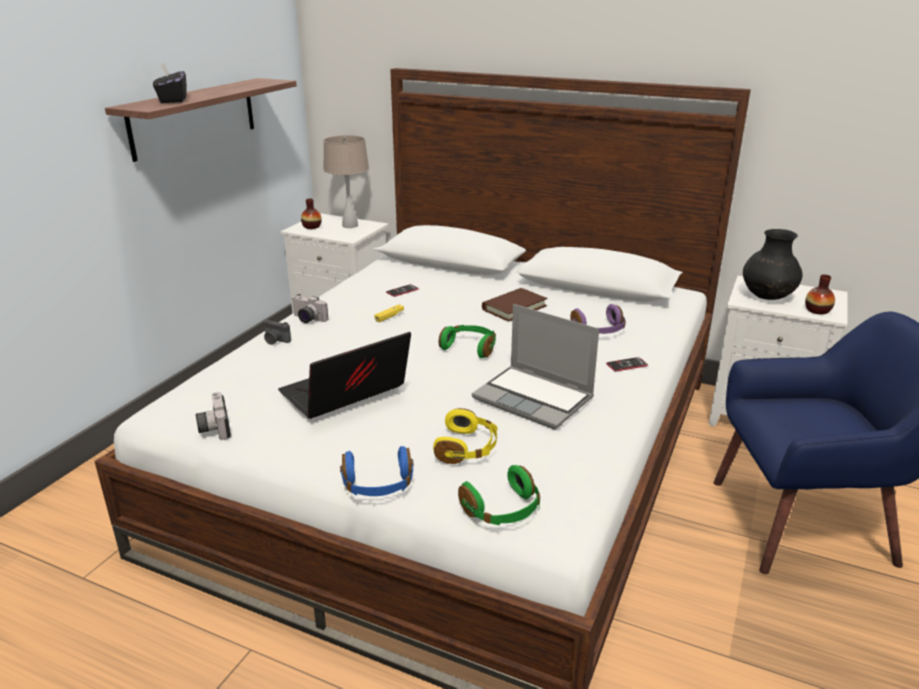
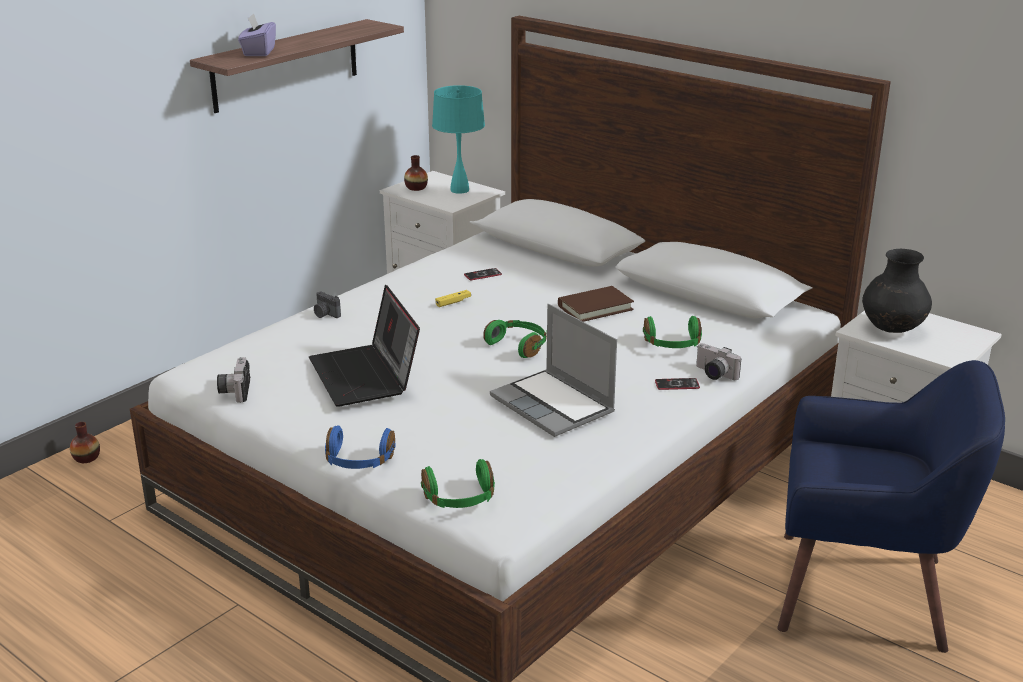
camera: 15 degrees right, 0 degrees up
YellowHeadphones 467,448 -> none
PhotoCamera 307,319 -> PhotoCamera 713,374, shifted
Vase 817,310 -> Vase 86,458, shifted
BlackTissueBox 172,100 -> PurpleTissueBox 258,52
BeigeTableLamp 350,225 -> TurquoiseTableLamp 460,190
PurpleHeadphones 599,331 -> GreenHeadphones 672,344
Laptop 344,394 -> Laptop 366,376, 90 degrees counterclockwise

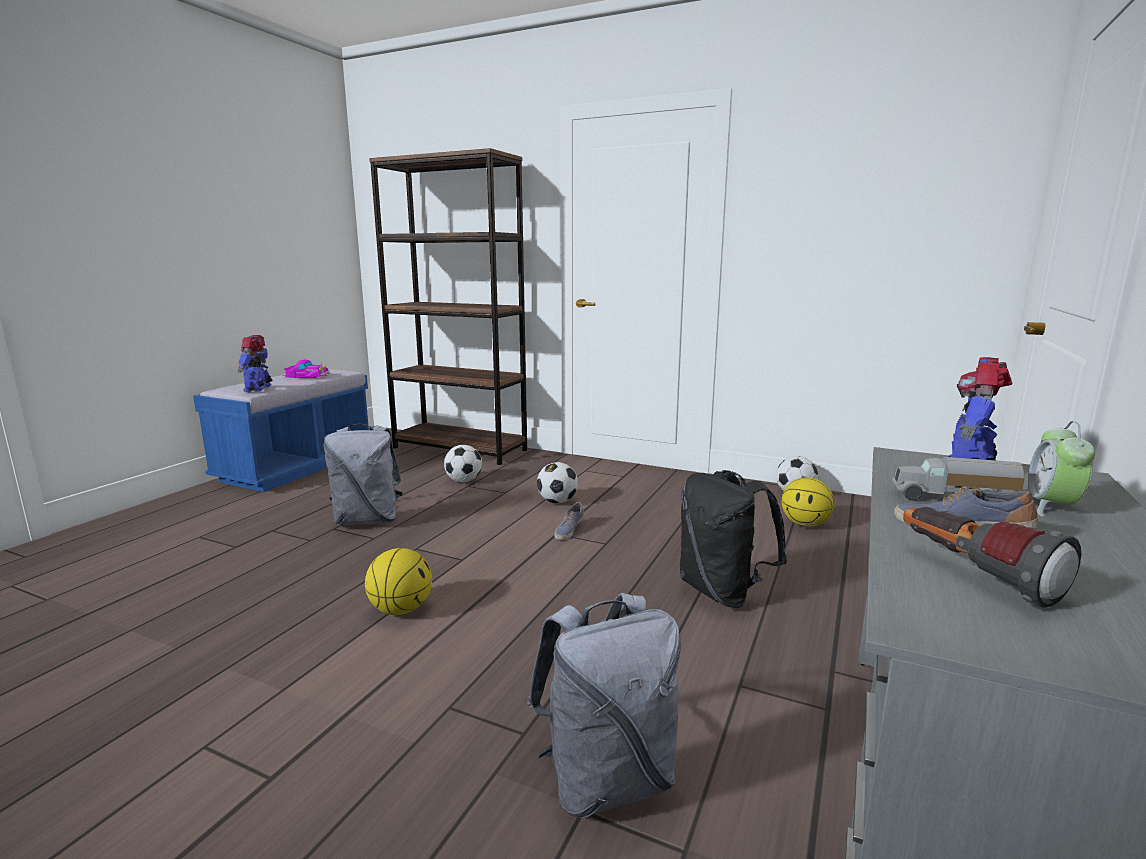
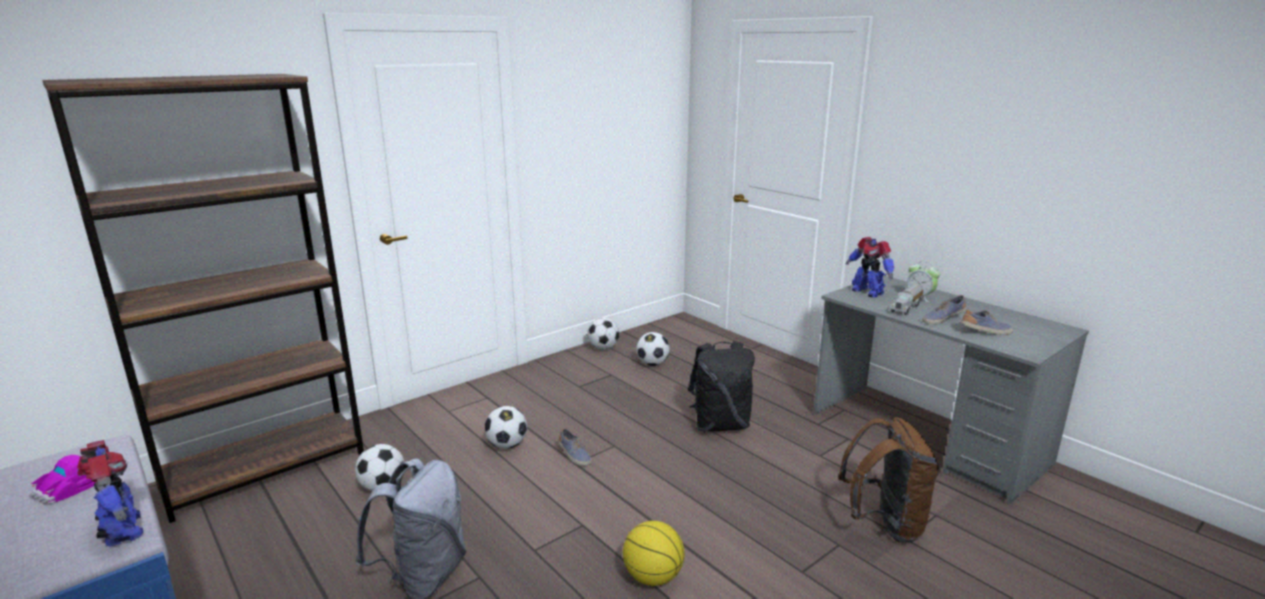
camera: 65 degrees left, 5 degrees up
Basketball 805,524 -> Football 652,364
Flashlight 973,575 -> Shoe 986,332
GreyBackpack 606,779 -> BrownBackpack 884,524
ToyRobot 259,389 -> ToyRobot 121,531, 150 degrees counterclockwise

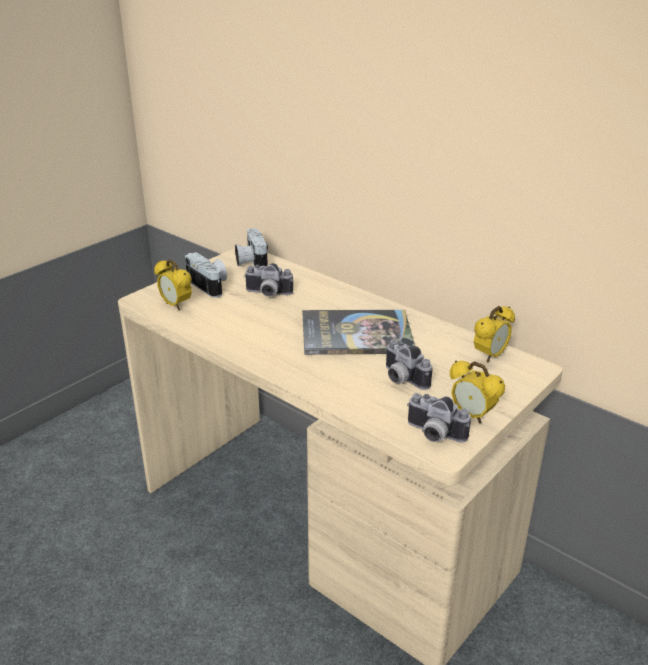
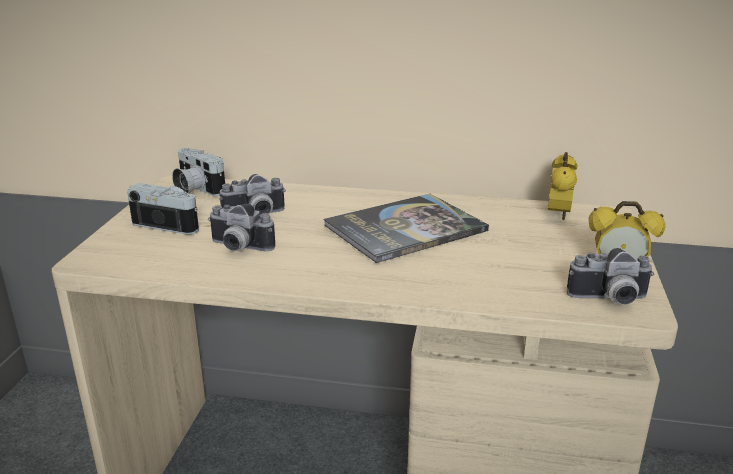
camera: 30 degrees left, 5 degrees down
AlarmClock 176,305 -> none
PhotoCamera 401,379 -> PhotoCamera 238,248, shifted

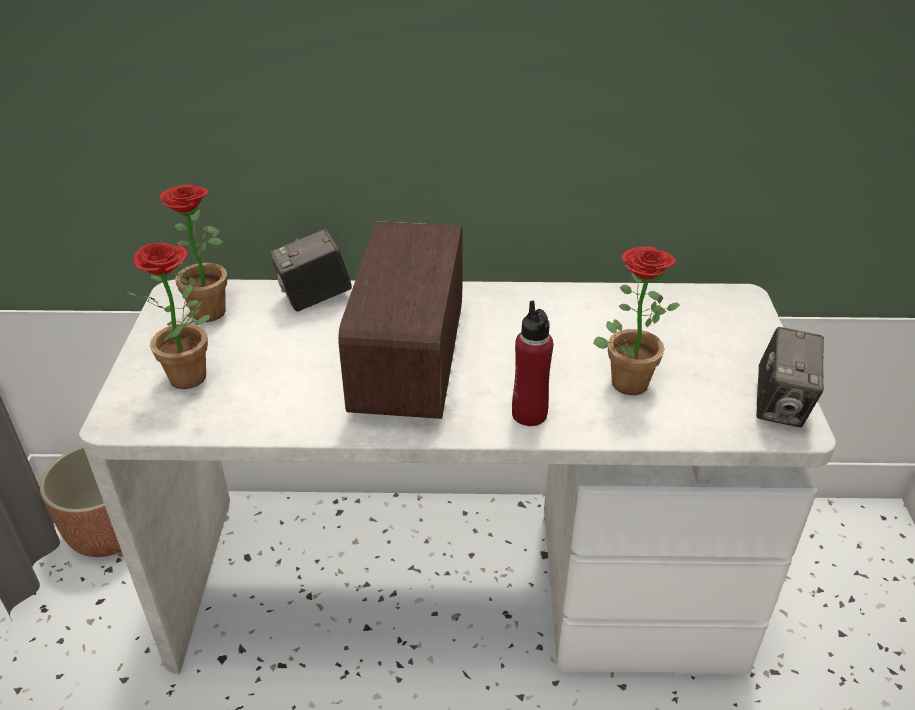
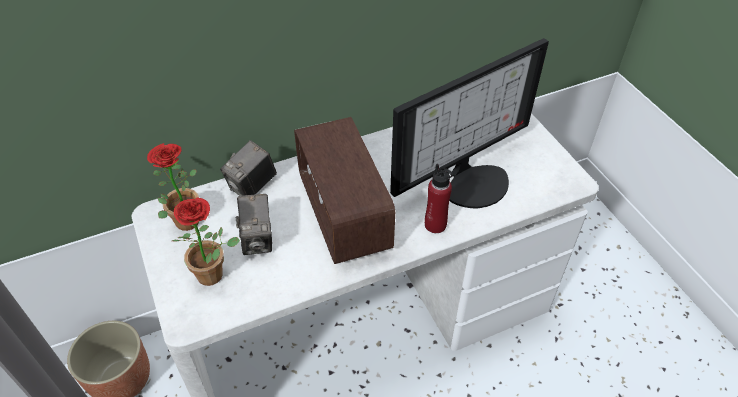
camera: 25 degrees left, 10 degrees up
PhotoCamera 780,406 -> PhotoCamera 258,239, shifted
PottedPlant 626,378 -> Monitor 473,181

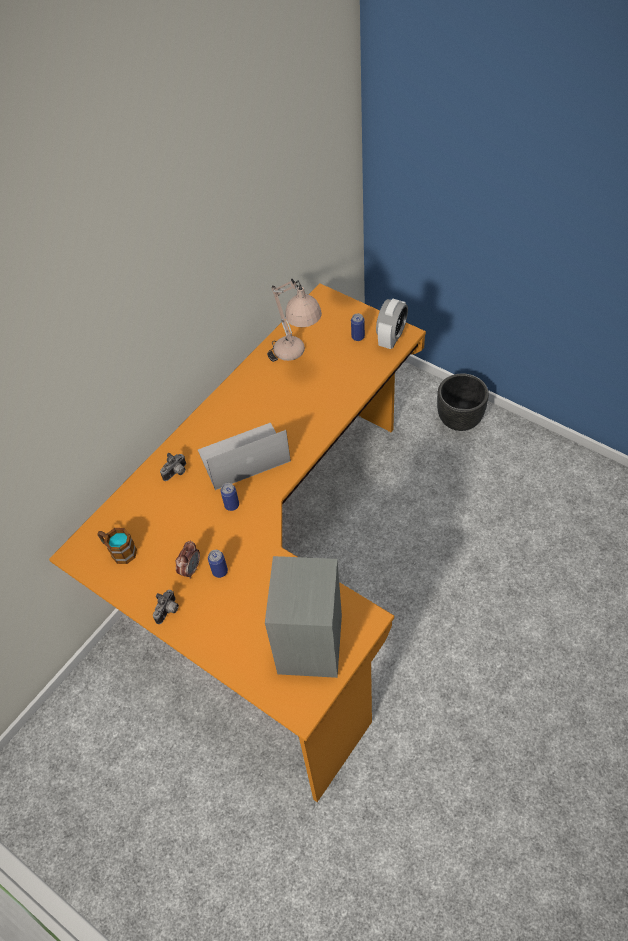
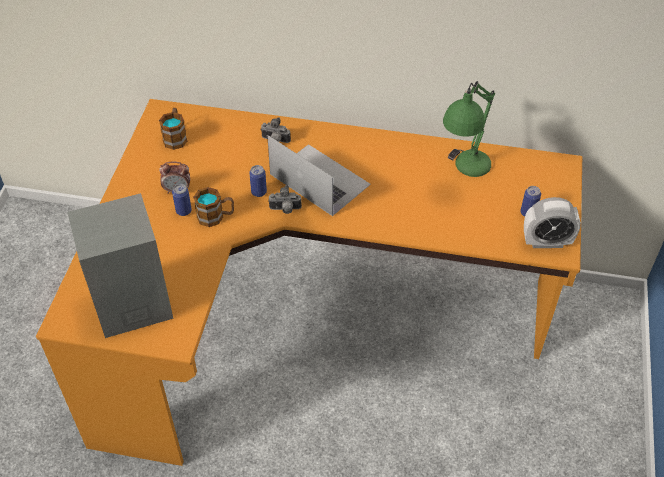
camera: 60 degrees right, 5 degrees down
BlackPlanter 459,421 -> none
none -> Mug 216,217
PhotoCamera 169,611 -> PhotoCamera 285,210, shifted
BeigeTableLamp 297,360 -> GreenTableLamp 462,175

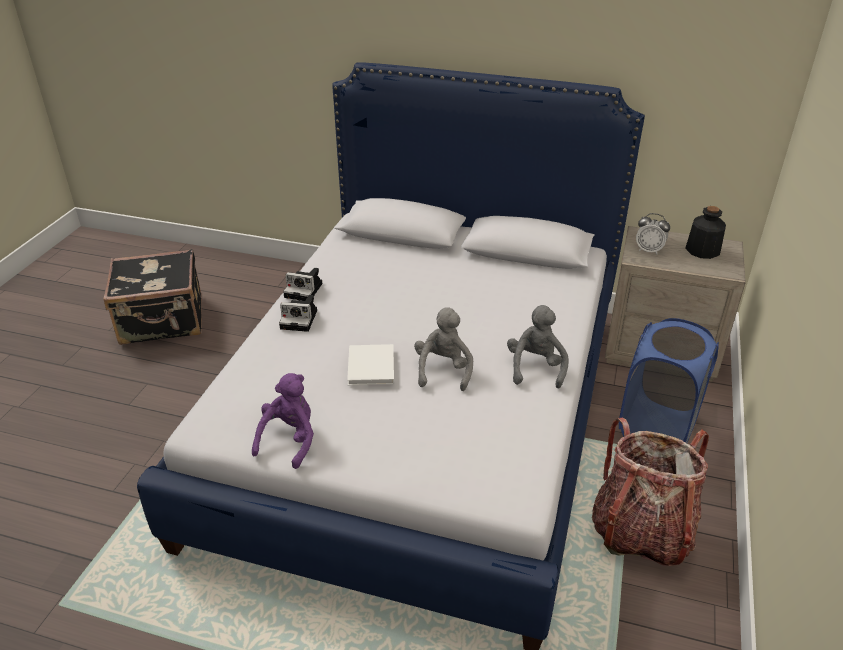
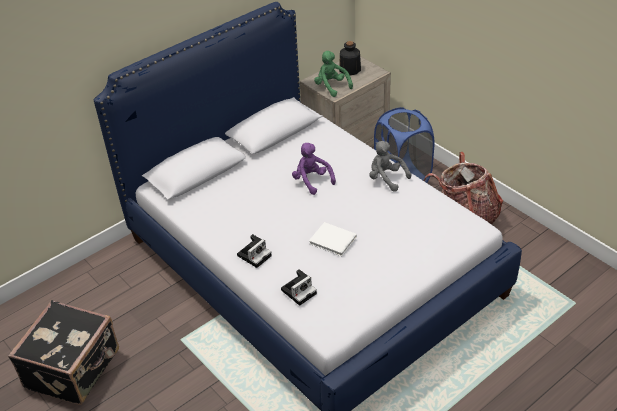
camera: 55 degrees left, 5 degrees up
GreyPlushToy 443,370 -> none
PurplePlushToy 289,440 -> PurplePlushToy 312,181, shifted
PhotoCamera 305,290 -> PhotoCamera 299,291, shifted
AlarmClock 649,250 -> GreenPlushToy 331,86

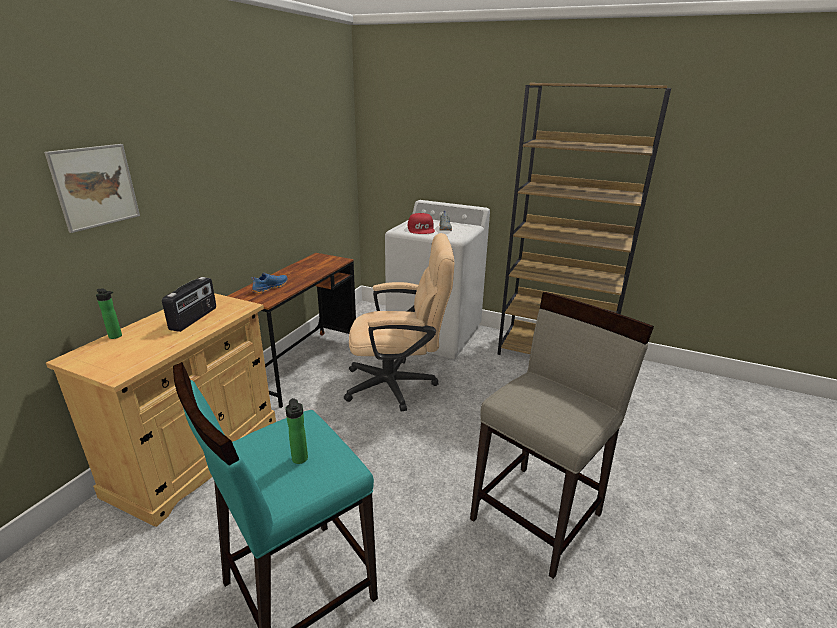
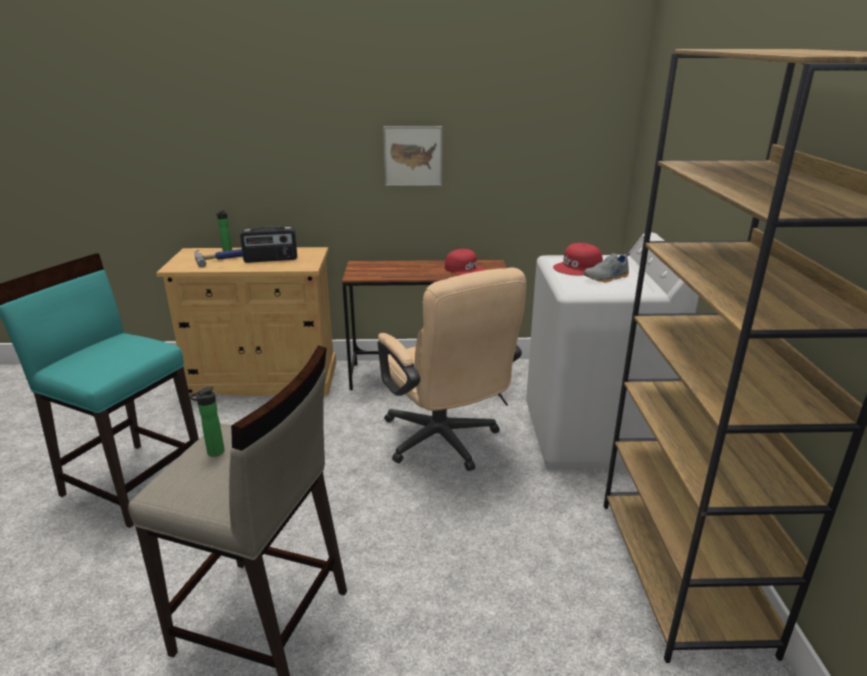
camera: 65 degrees right, 0 degrees up
BlueShoe 270,288 -> none
none -> Hammer 221,258
none -> RedCap 465,269
Picture 95,186 -> Picture 413,156, shifted
Bottle 300,460 -> Bottle 213,453, shifted

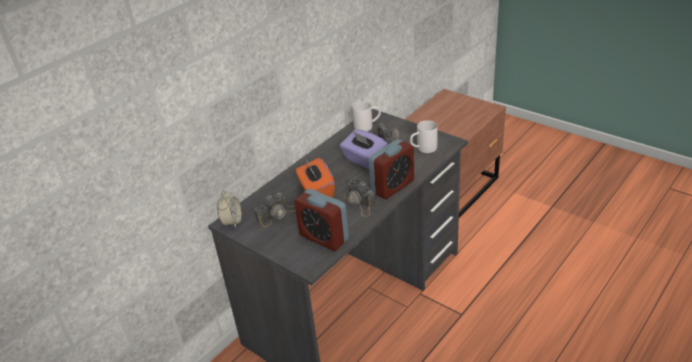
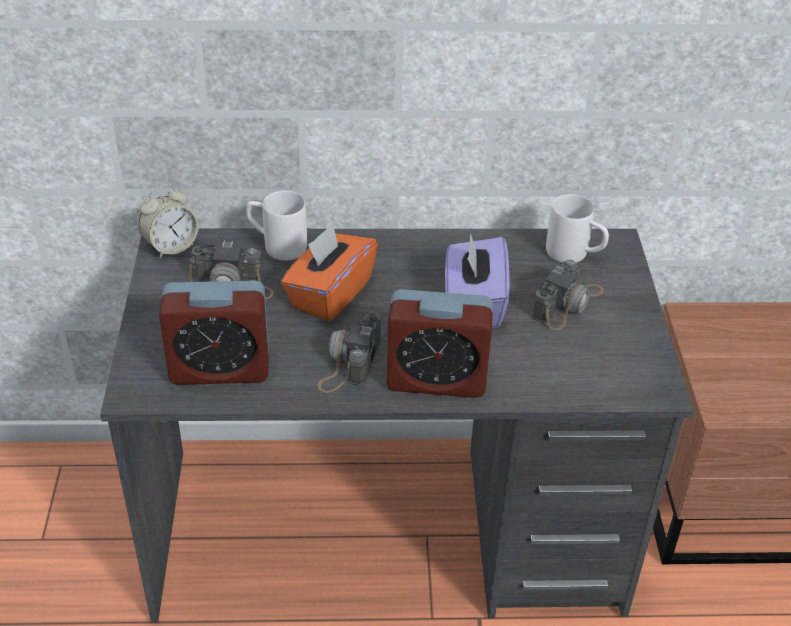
camera: 45 degrees right, 5 degrees up
WhiteMug 423,149 -> WhiteMug 276,245, shifted
AlarmClock 324,237 -> AlarmClock 220,369, 90 degrees counterclockwise

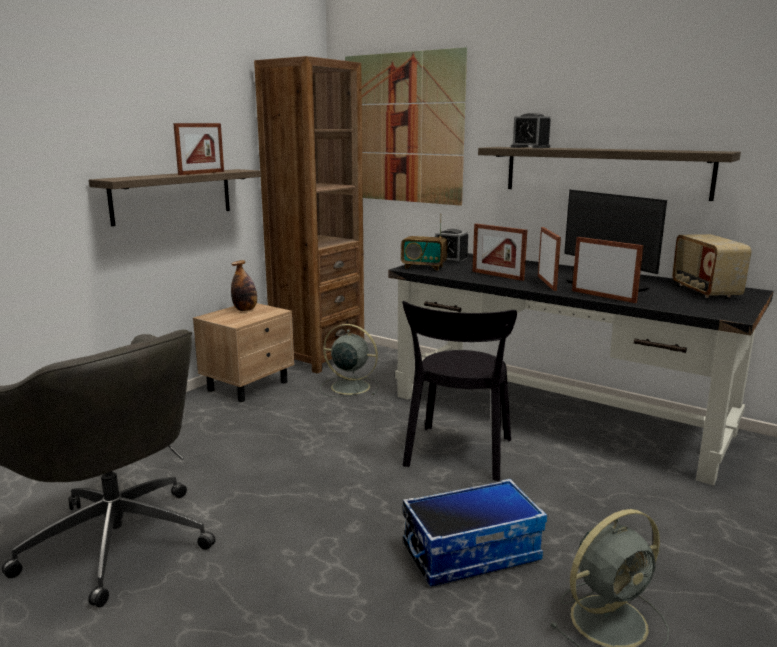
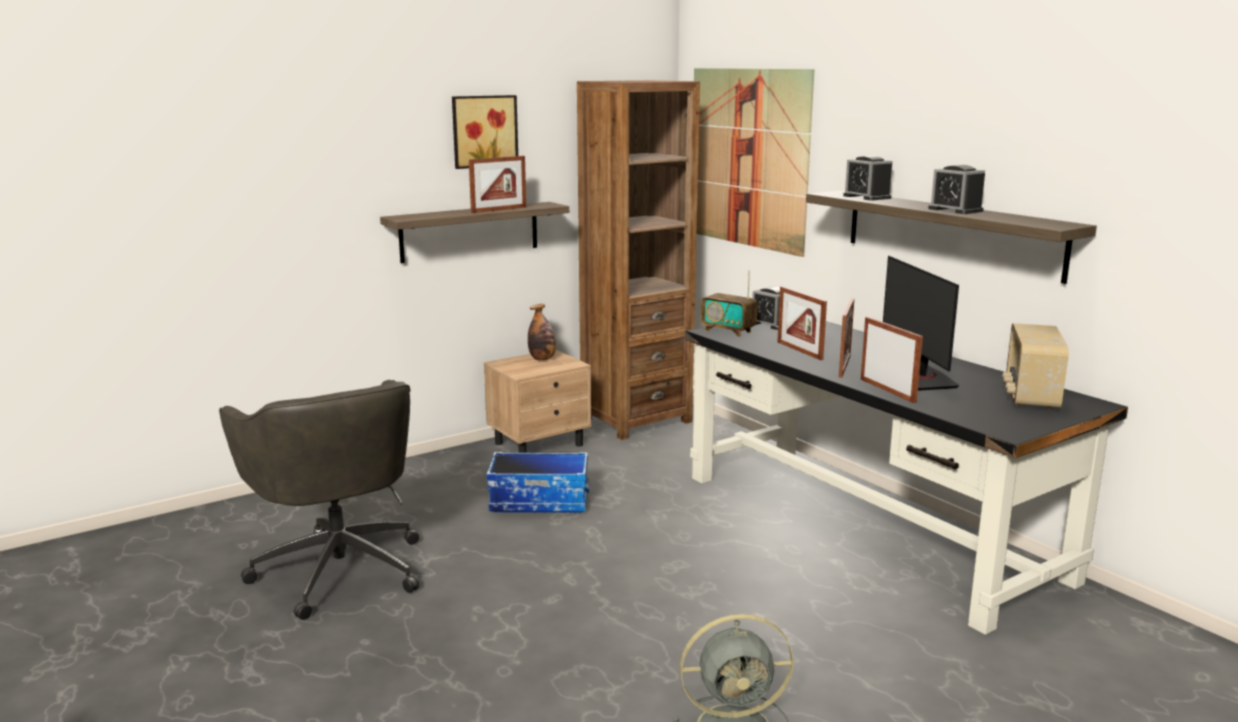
camera: 20 degrees right, 0 degrees up
GreyFan 348,387 -> none
BlackChair 457,455 -> none
none -> Picture 483,131
none -> AlarmClock 955,210
StorageBox 471,552 -> StorageBox 540,501, shifted

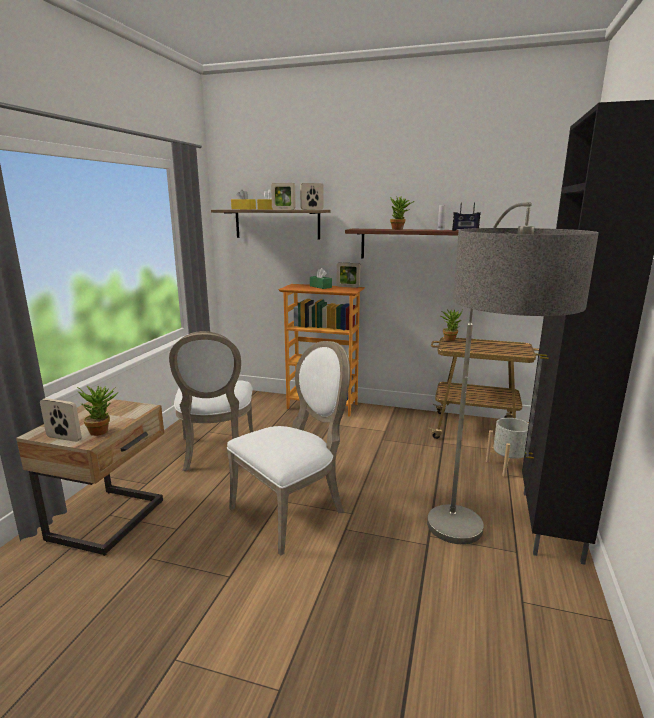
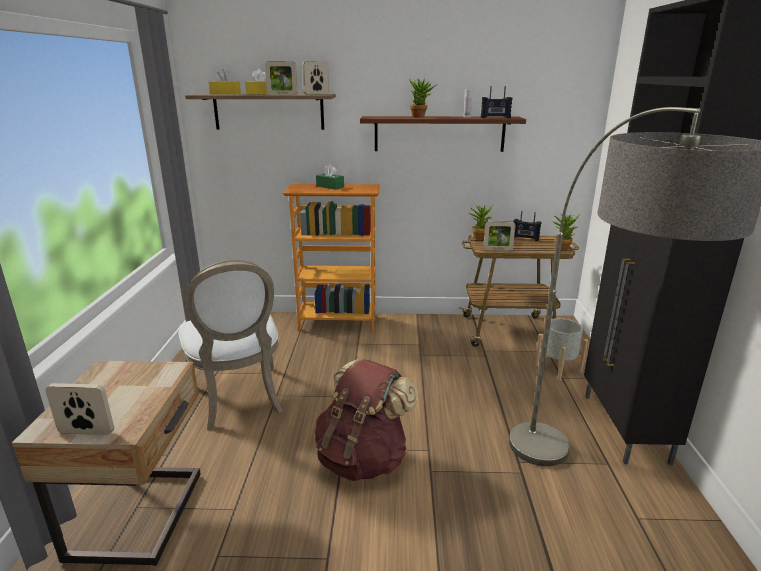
camera: 15 degrees left, 5 degrees up
none -> Radio 525,238
PottedPlant 102,430 -> PottedPlant 562,247, shifted
PictureFrame 348,286 -> PictureFrame 497,249, shifted
WhiteChair 293,510 -> BrownBackpack 363,459

